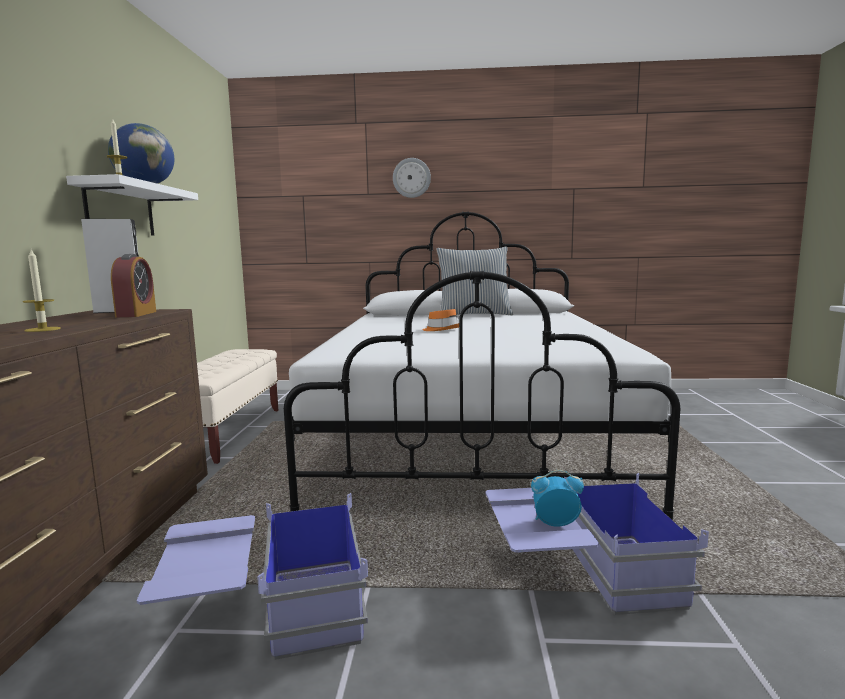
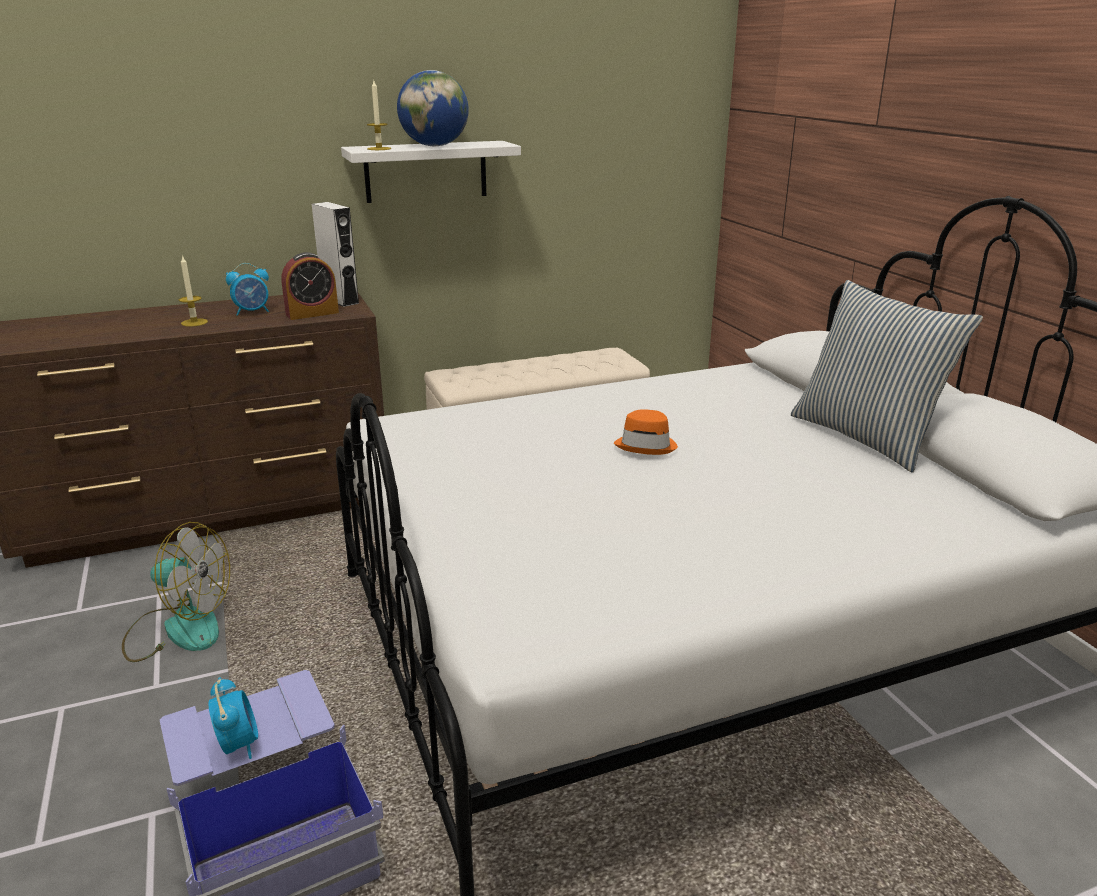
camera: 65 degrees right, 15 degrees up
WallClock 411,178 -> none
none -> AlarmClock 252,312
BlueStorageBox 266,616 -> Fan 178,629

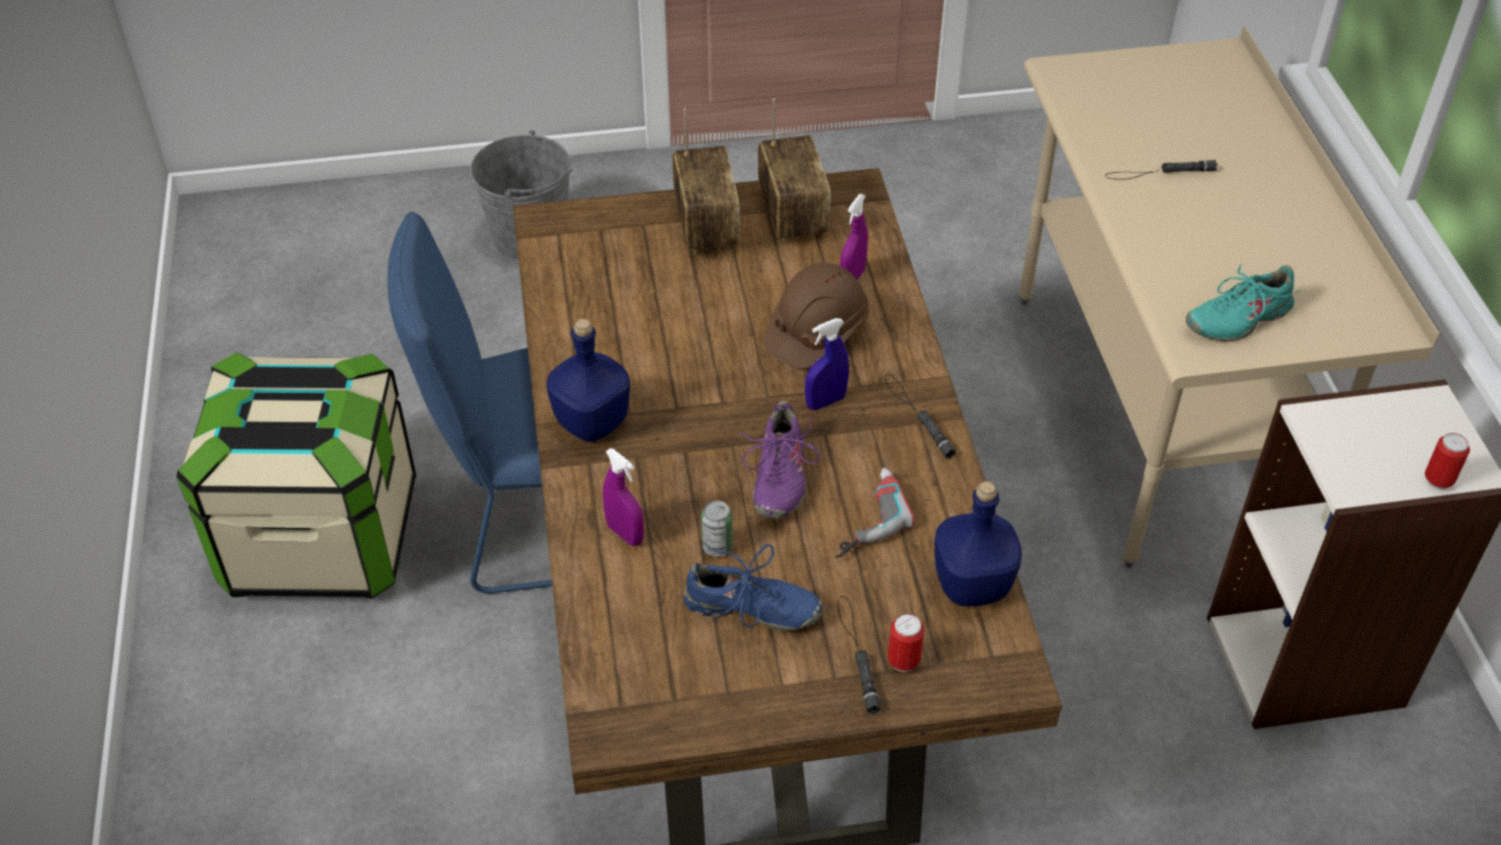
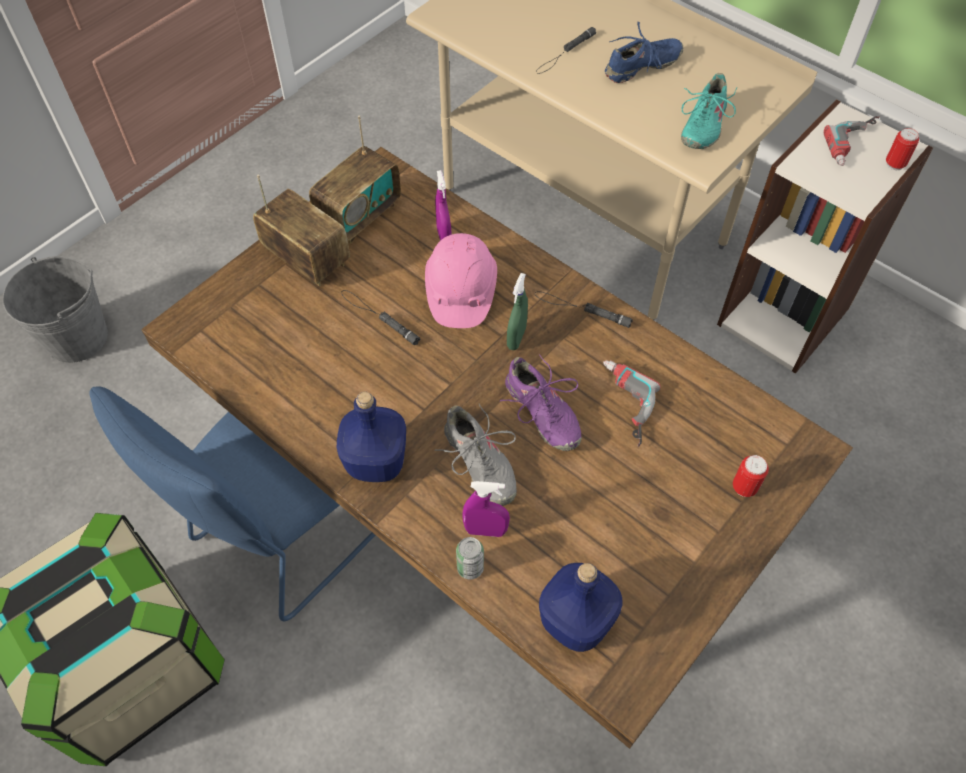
camera: 40 degrees left, 10 degrees up
none -> GreyShoe 479,464
none -> PowerDrill 856,145
BlueShoe 751,610 -> BlueShoe 642,67, shifted
Can 717,547 -> Can 470,568, shifted
BlackFlashlight 857,654 -> BlackFlashlight 379,317, shifted
BlueBottle 973,584 -> BlueBottle 576,620, shifted
BrownHardHat 816,333 -> PinkHardHat 460,291
BlueSprayBottle 825,402 -> GreenSprayBottle 516,338
Radio 792,217 -> Radio 359,215, 90 degrees clockwise

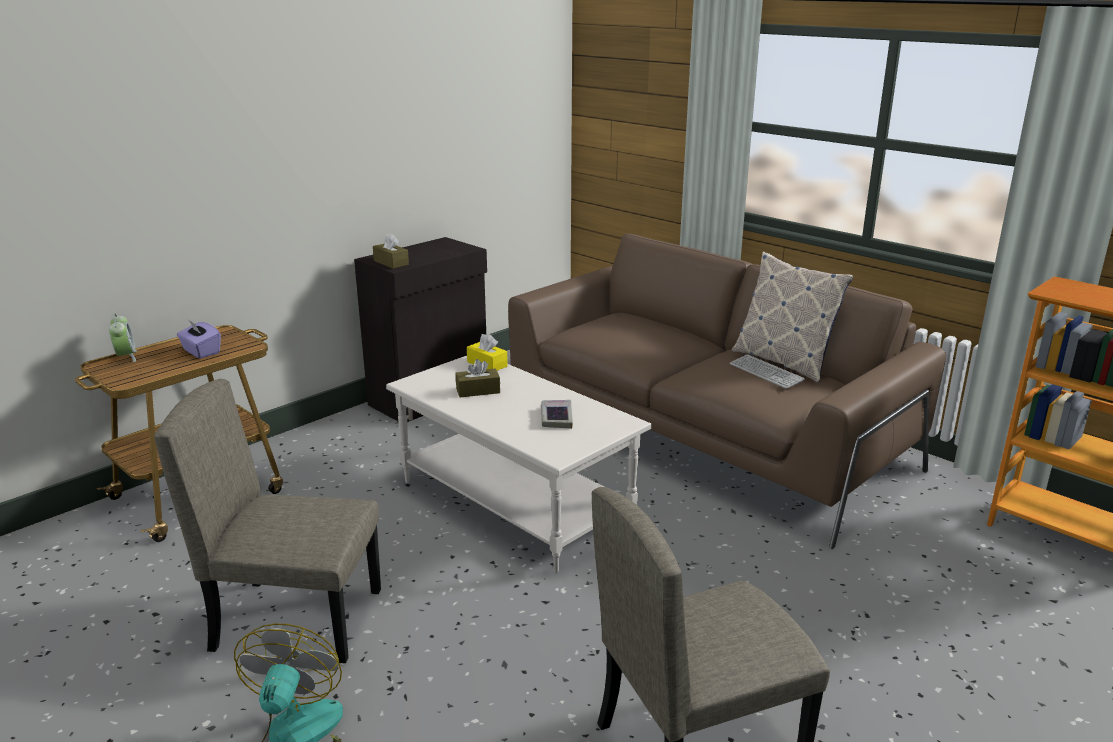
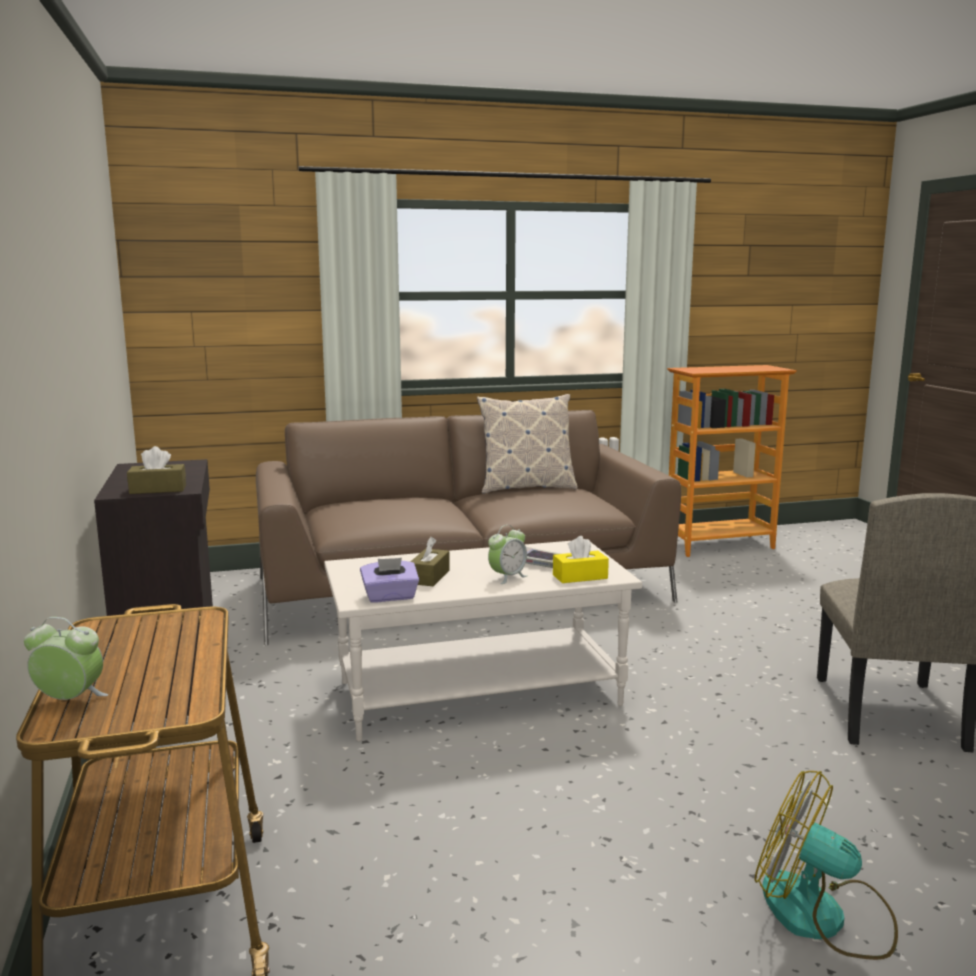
camera: 60 degrees left, 10 degrees down
BeigeChair 298,619 -> none
Keyboard 766,373 -> none
none -> AlarmClock 507,577
PurpleTissueBox 201,352 -> PurpleTissueBox 390,597, shifted
YellowTissueBox 487,364 -> YellowTissueBox 580,576, shifted

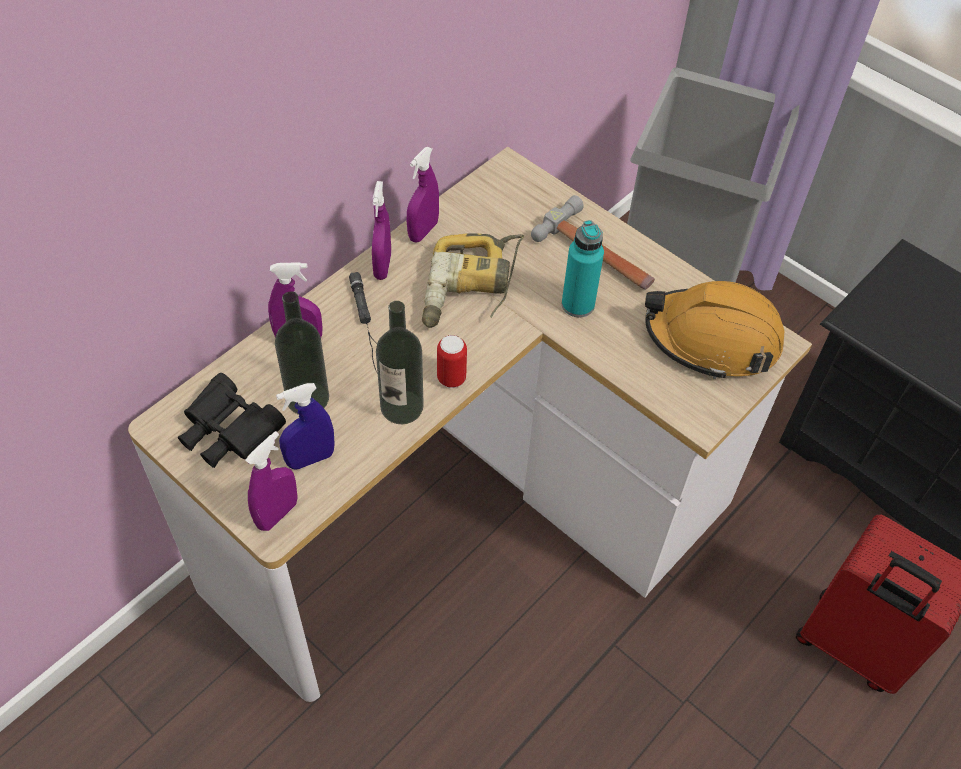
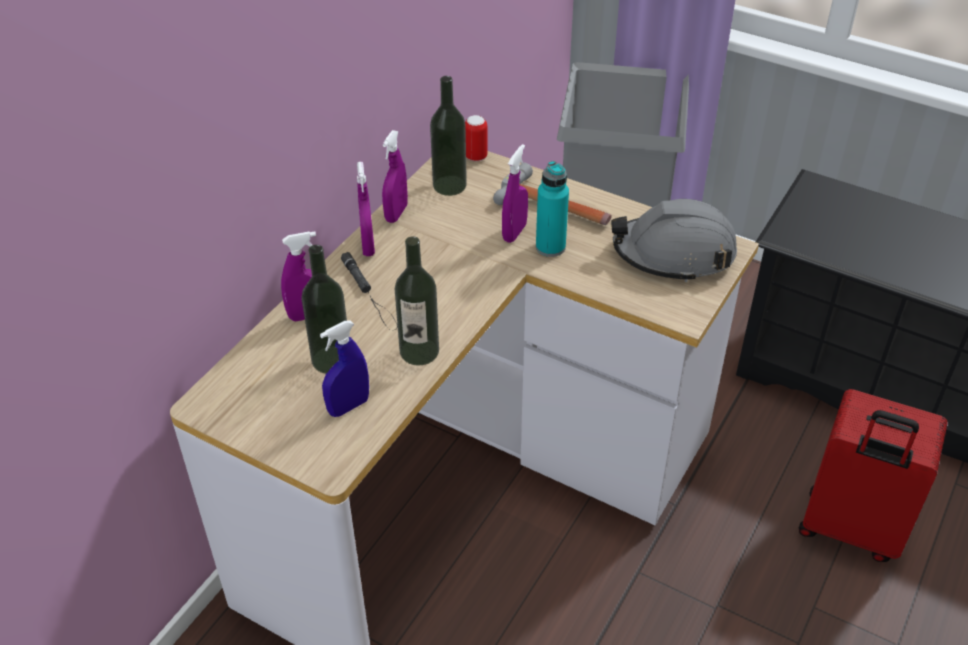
camera: 10 degrees left, 10 degrees down
BlackBinoculars 229,434 -> none
PowerDrill 471,289 -> none
none -> Bottle 449,185
PurpleSprayBottle 277,514 -> PurpleSprayBottle 514,232, shifted
Can 451,378 -> Can 476,157, shifted
OrangeHardHat 712,339 -> GreyHardHat 674,253

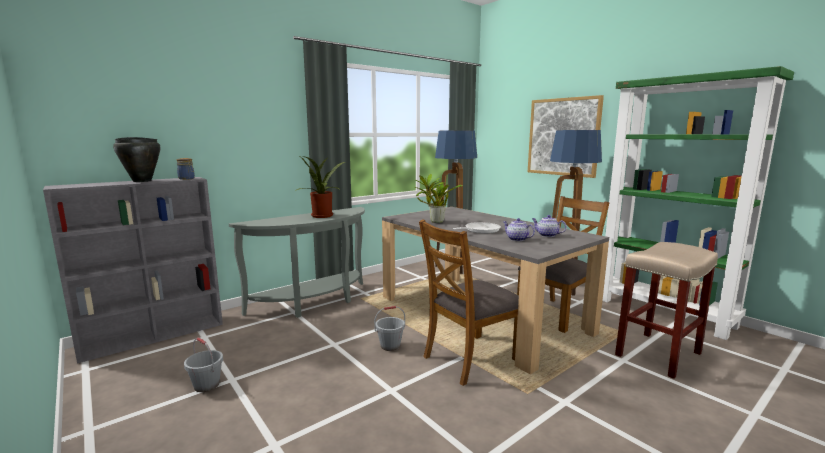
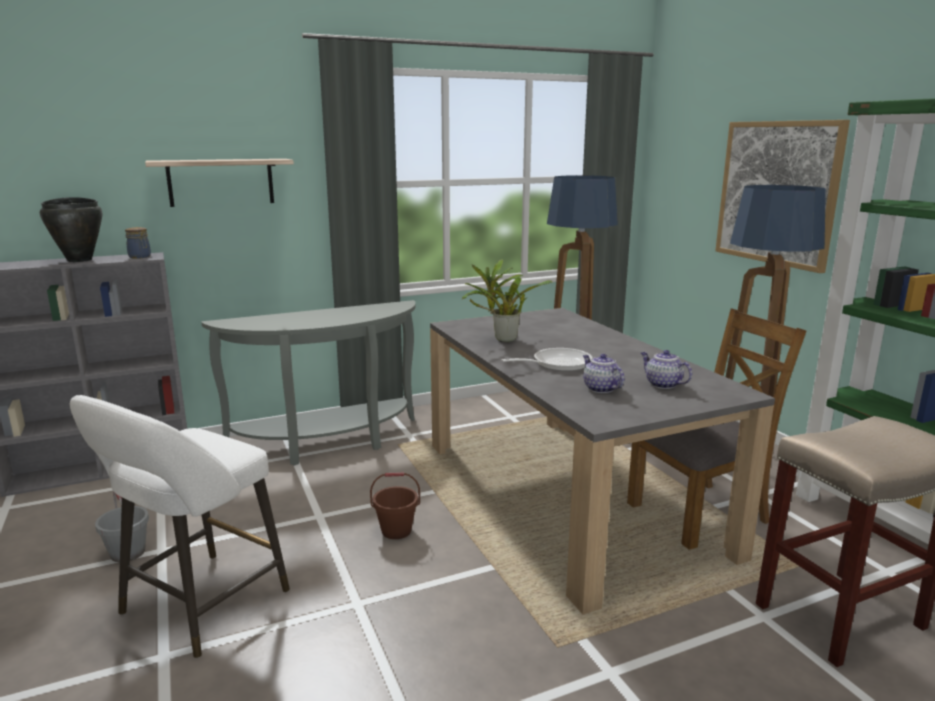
camera: 15 degrees right, 5 degrees up
PottedPlant 323,216 -> none
BrownChair 470,358 -> none
none -> WhiteStool 198,607
none -> Shelf 221,182
GreyBucket 390,346 -> BrownBucket 396,530

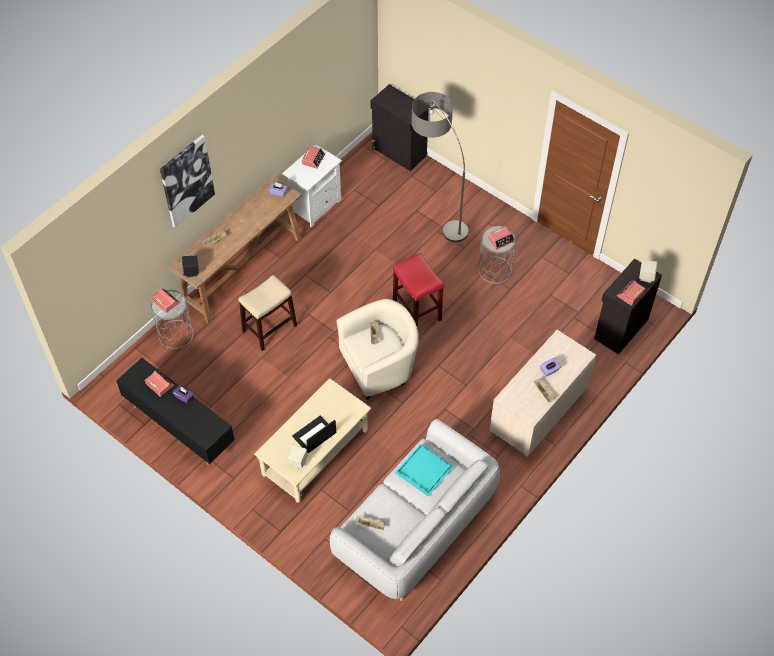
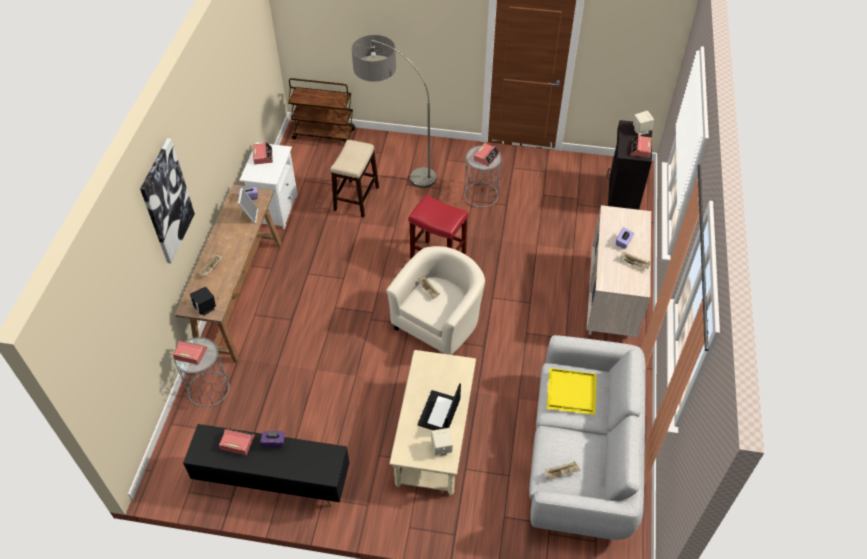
camera: 30 degrees left, 5 degrees down
none -> PictureFrame 249,216
Stool 270,328 -> Stool 356,198, shifted
BlackCabinet 399,152 -> BrownCart 324,134
TurquoiseTray 425,470 -> YellowTray 572,391

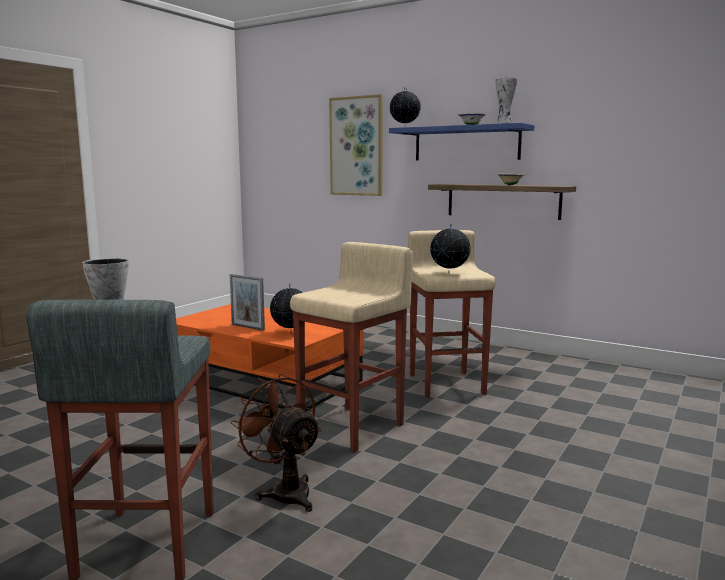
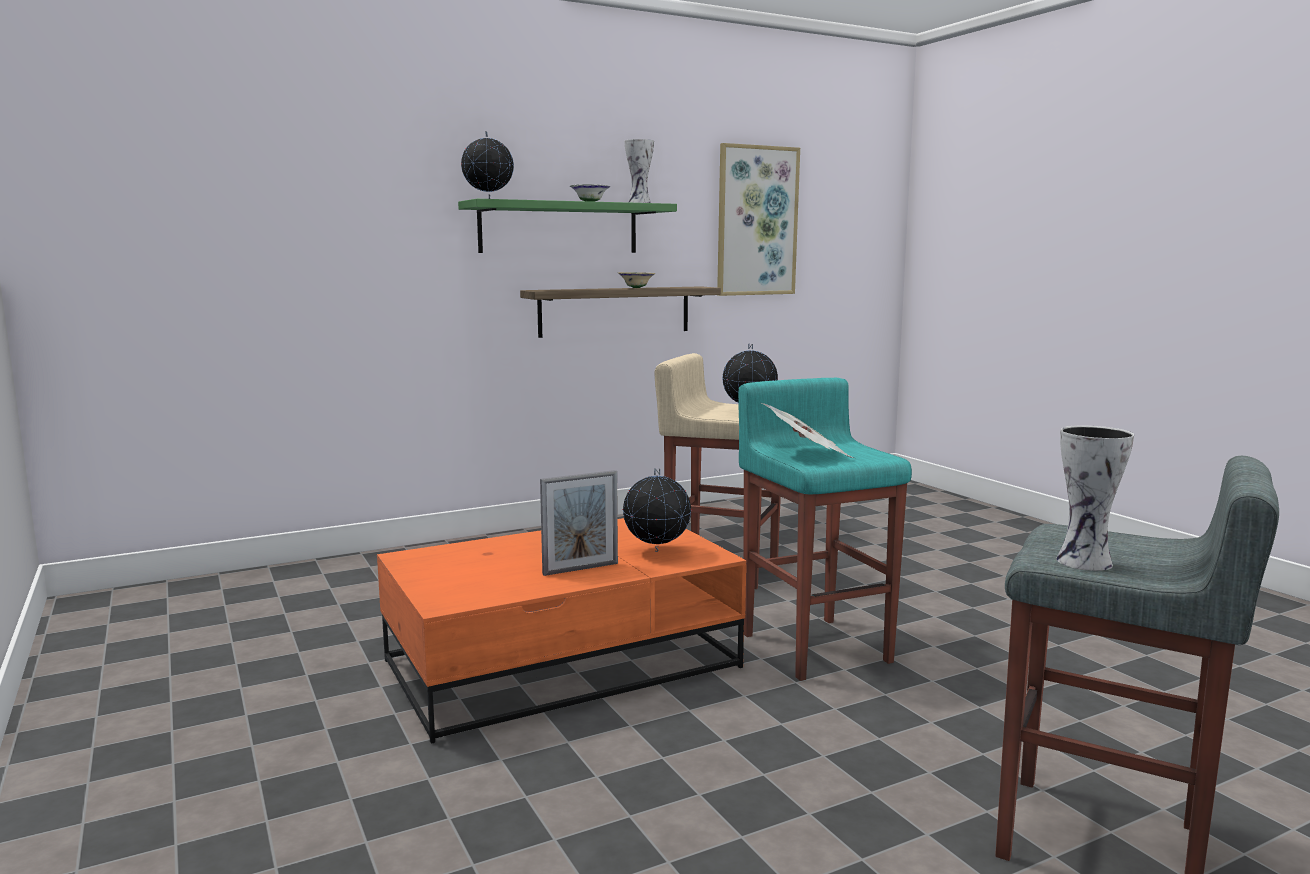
camera: 60 degrees left, 0 degrees up
BrownFan 284,491 -> none
none -> Newspaper 807,455
Picture 356,146 -> Picture 756,221, shifted
BeigeStool 353,428 -> TurquoiseStool 815,646
BlueShelf 466,144 -> GreenShelf 559,228

